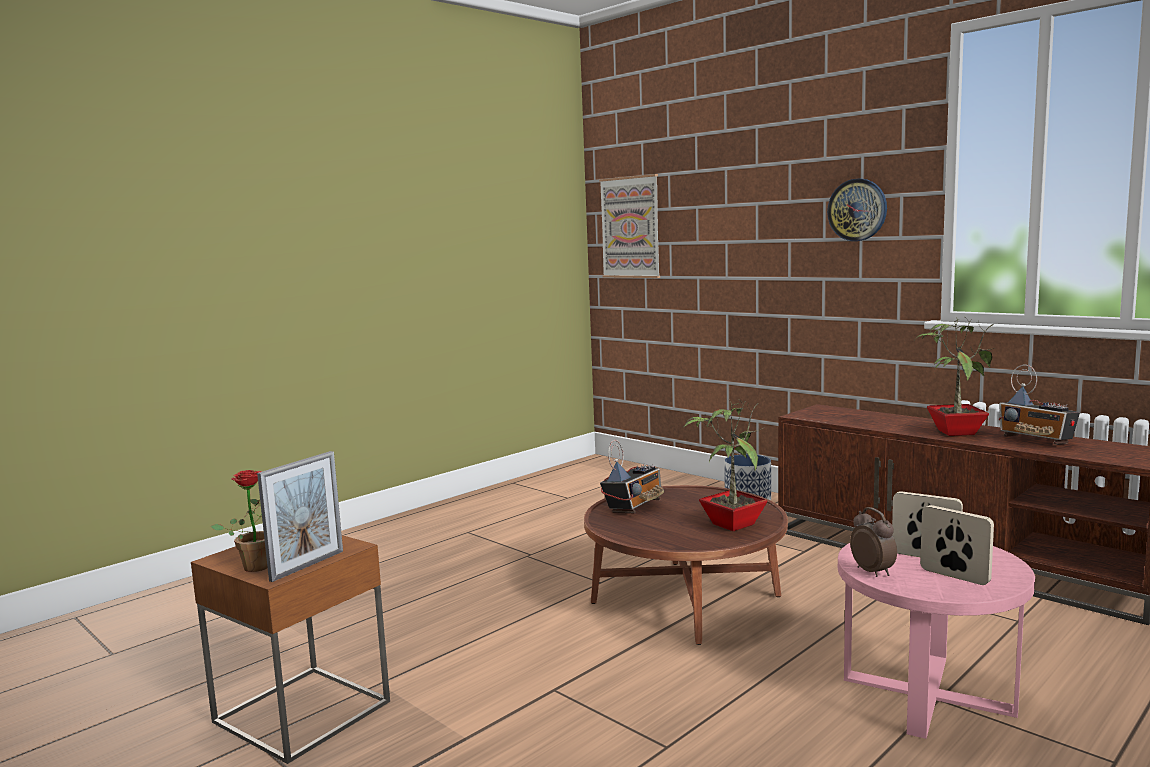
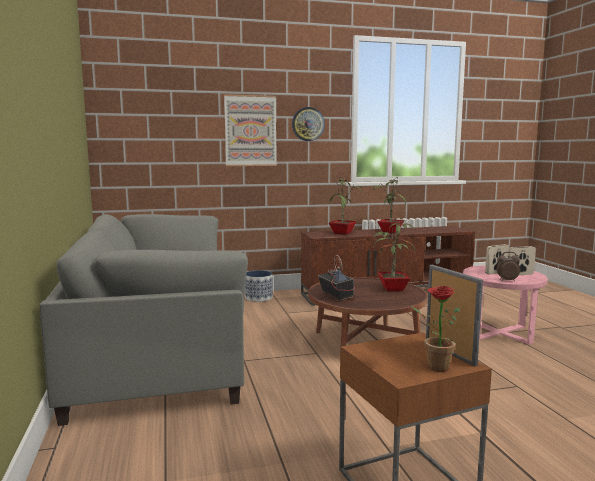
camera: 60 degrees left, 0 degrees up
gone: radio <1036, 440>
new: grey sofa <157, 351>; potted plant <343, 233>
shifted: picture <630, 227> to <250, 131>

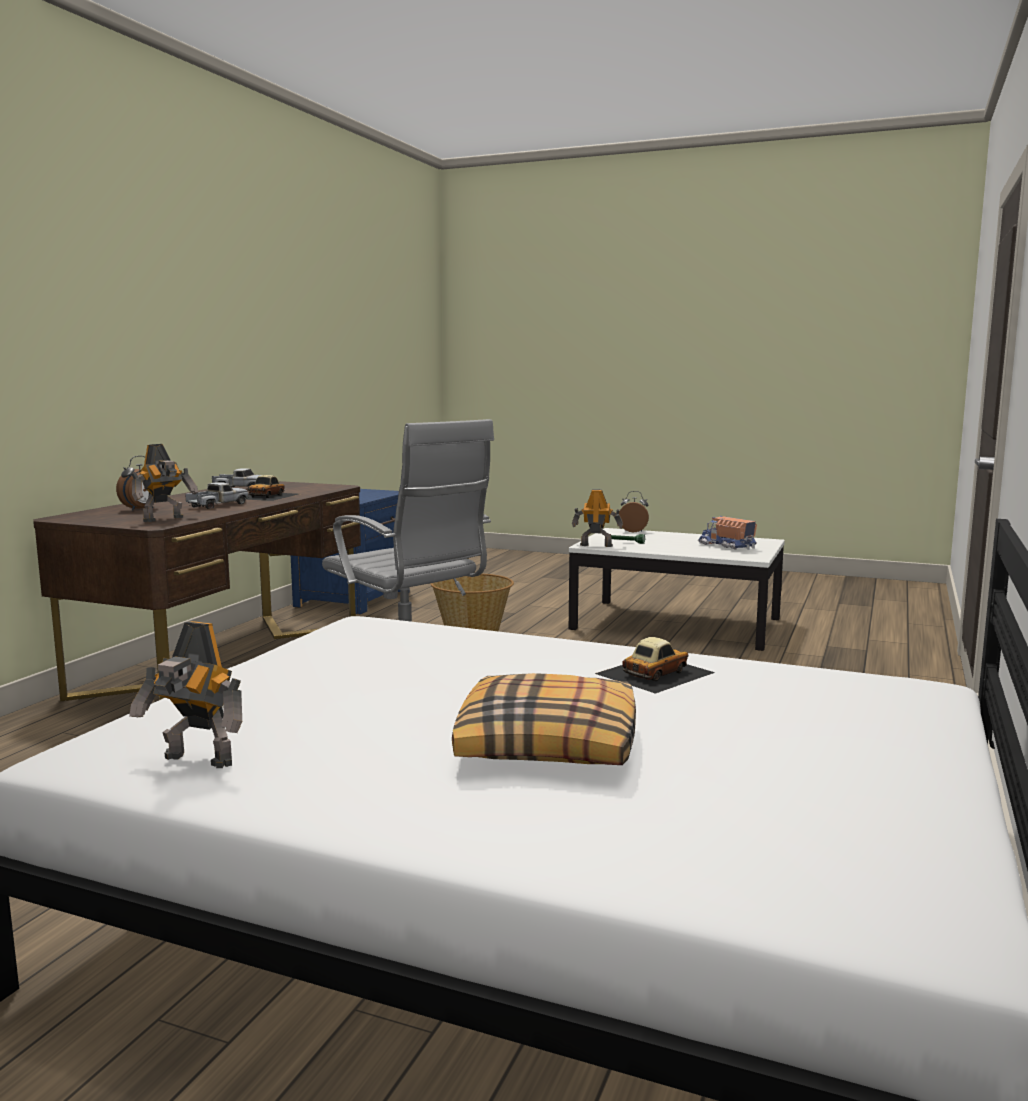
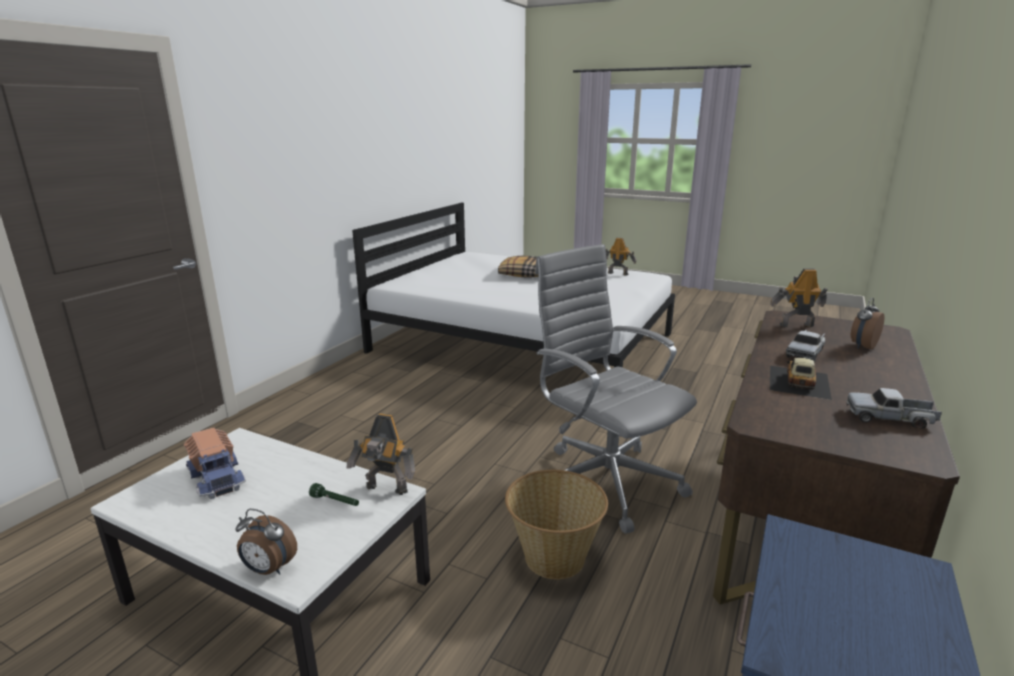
camera: 175 degrees left, 10 degrees up
gone: toy car <654, 673>
rotated: toy robot <165, 519> = <795, 325> 45 degrees clockwise

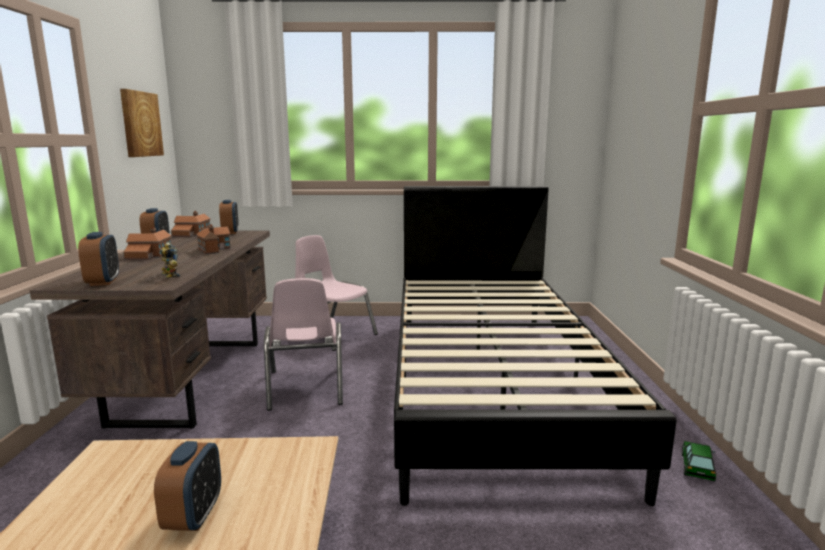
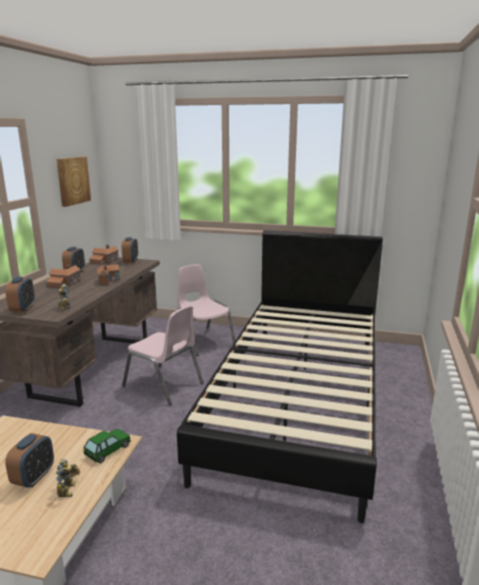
camera: 15 degrees right, 5 degrees up
new: toy robot <69, 489>
shifted: toy car <697, 467> to <107, 450>
rotated: pink chair <305, 387> = <163, 385> 60 degrees counterclockwise

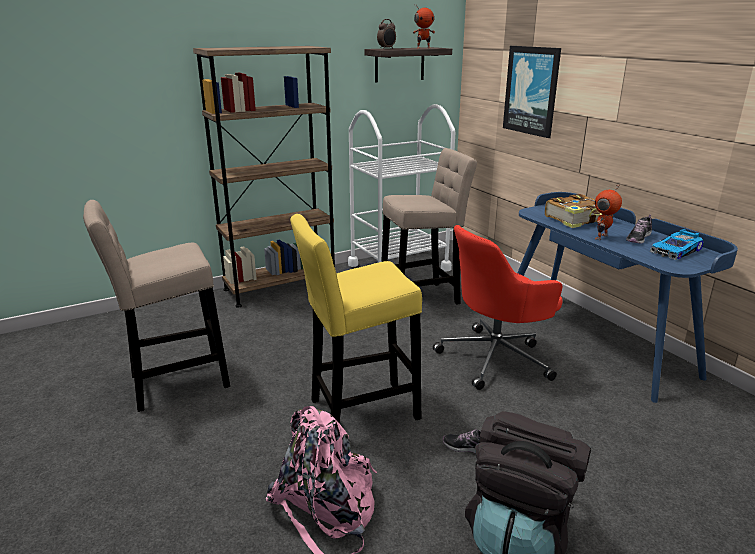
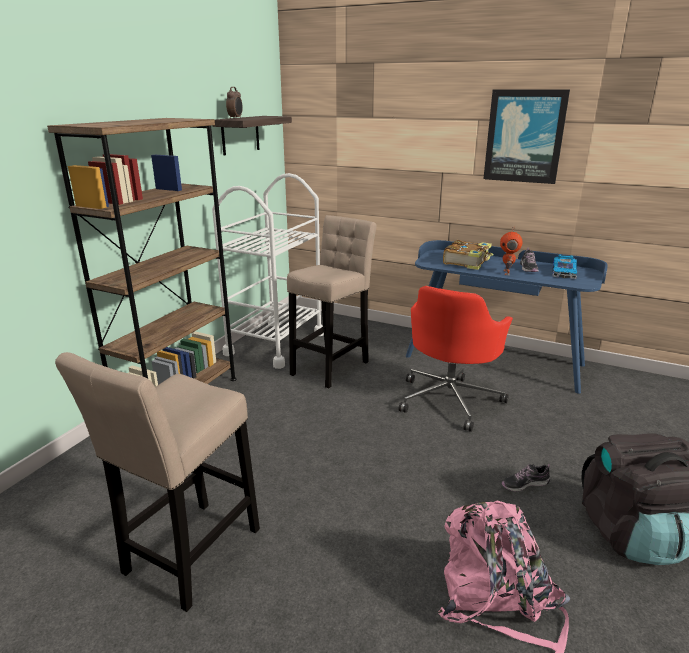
camera: 35 degrees left, 0 degrees up
gone: yellow stool <358, 411>; toy robot <423, 48>
shifted: picture <531, 90> to <524, 136>

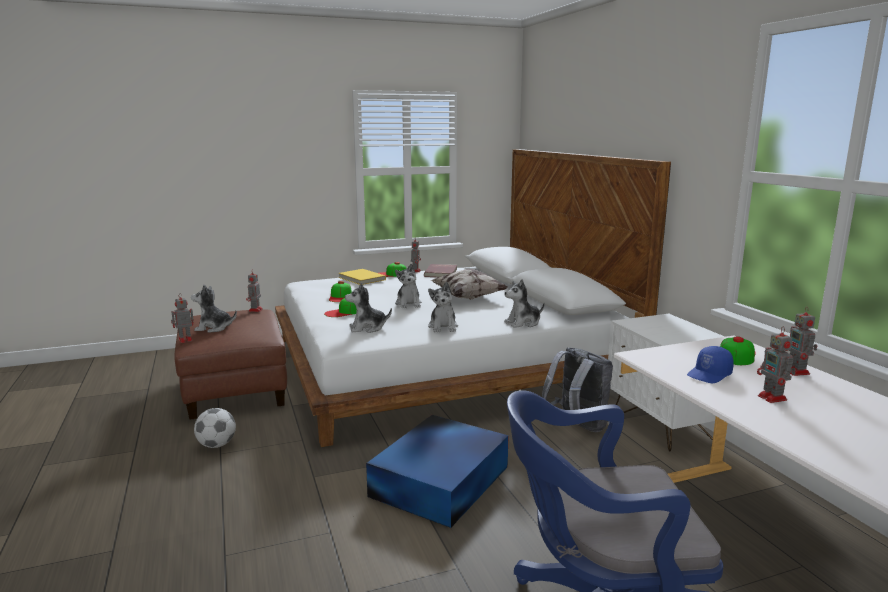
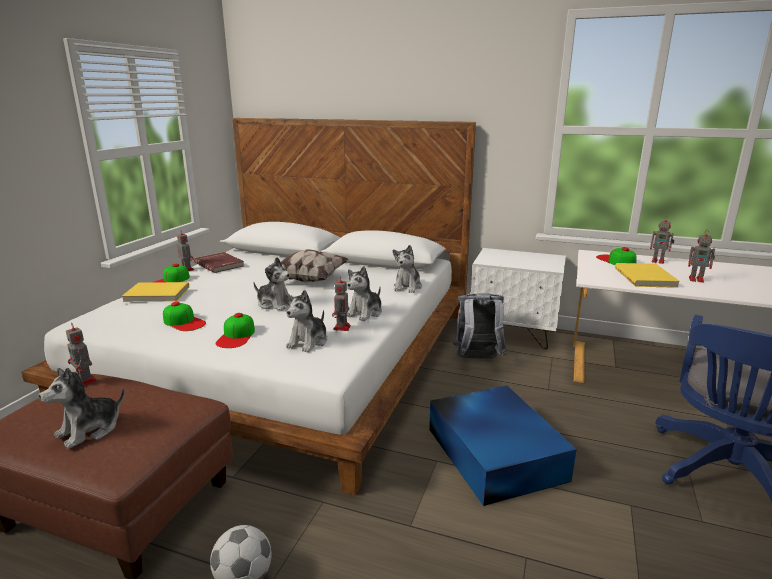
camera: 50 degrees left, 5 degrees up
shifted: toy robot <184, 340> to <341, 328>
swapped: blue cap <709, 375> to yellow book <646, 277>
rotated: plush toy <443, 327> = <365, 313> 90 degrees clockwise

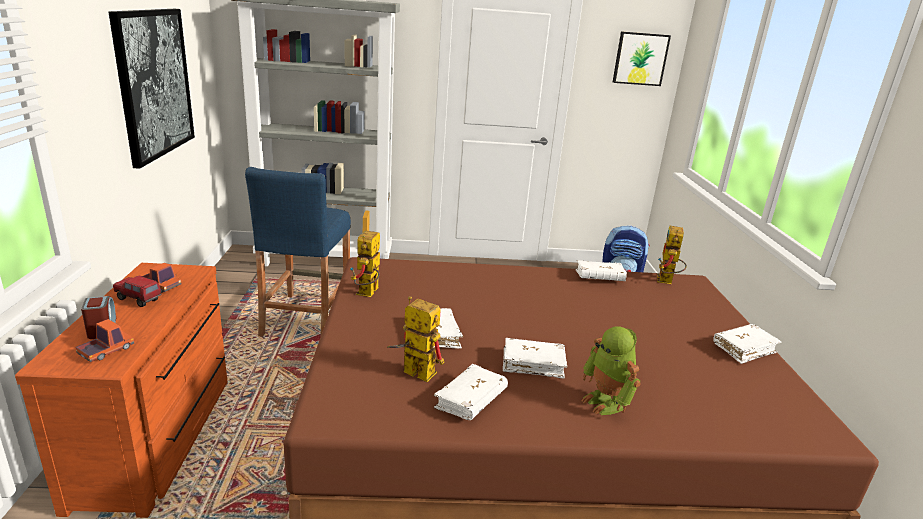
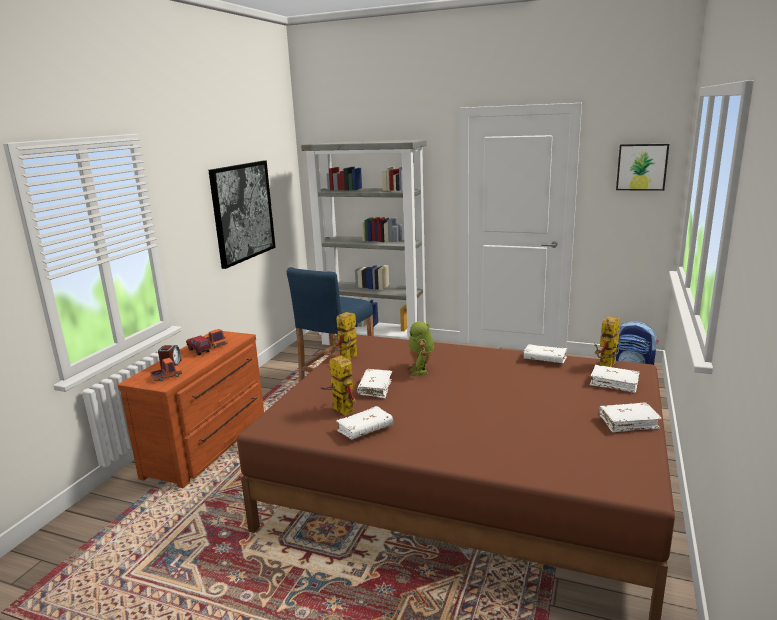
camera: 25 degrees right, 5 degrees down
shifted: white book <533, 364> to <614, 383>; toy robot <606, 402> to <421, 370>

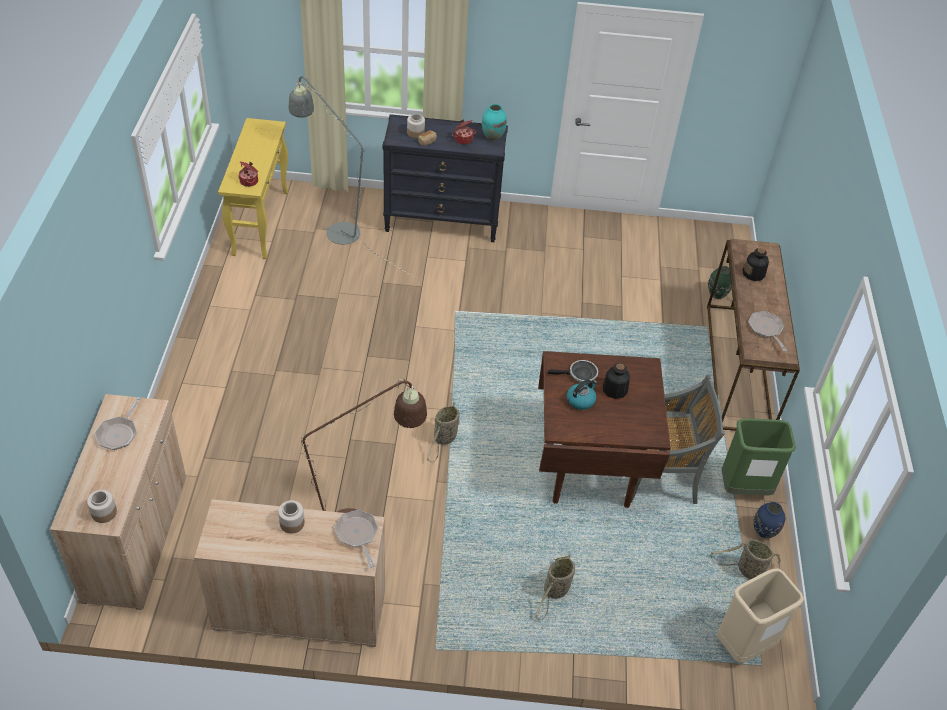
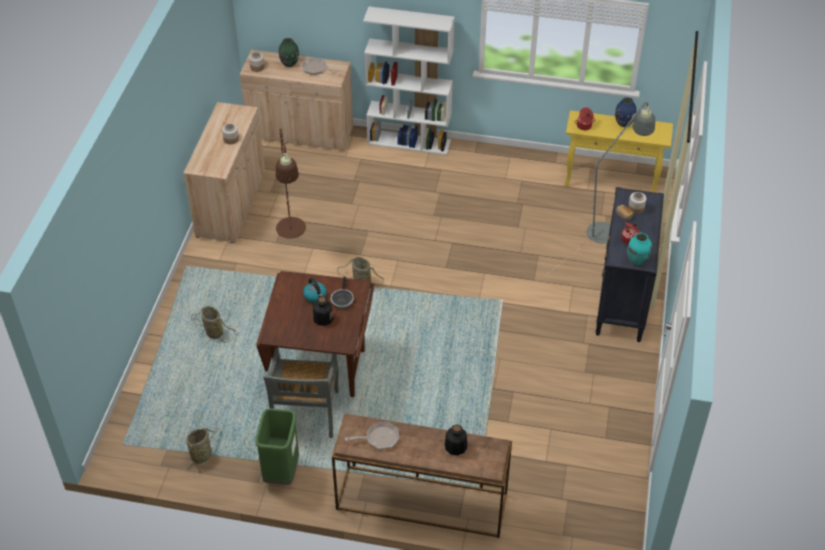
camera: 100 degrees right, 0 degrees up
gone: frying pan <357, 535>; beige trash can <744, 645>
new: white bookcase <409, 142>
shifted: green vase <716, 294> to <290, 63>; blue vase <764, 531> to <624, 123>

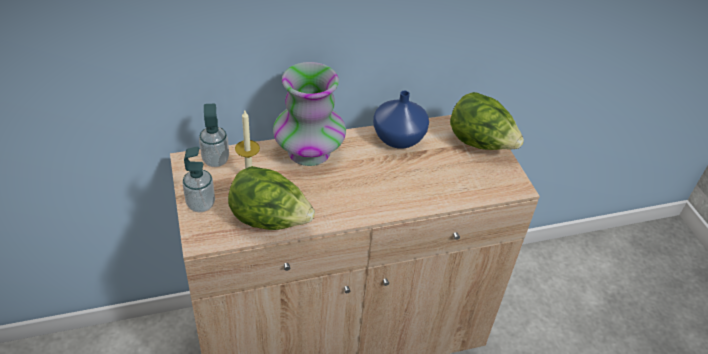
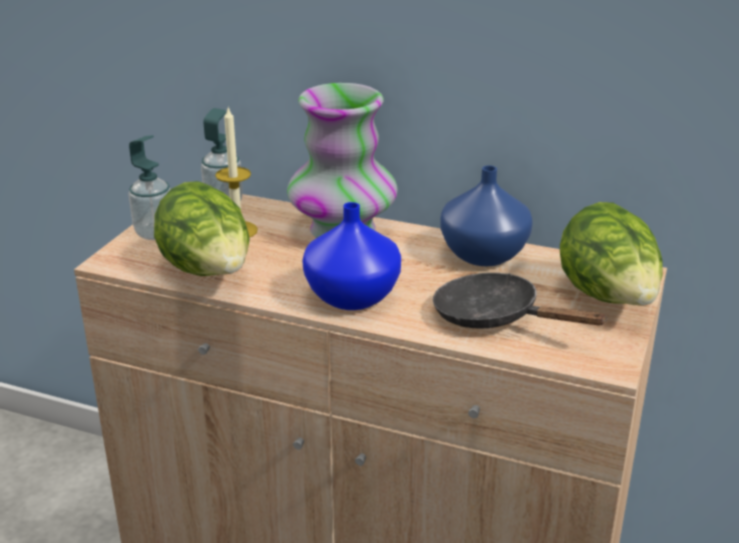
camera: 40 degrees right, 15 degrees down
new: blue vase <352, 295>; black frying pan <495, 317>

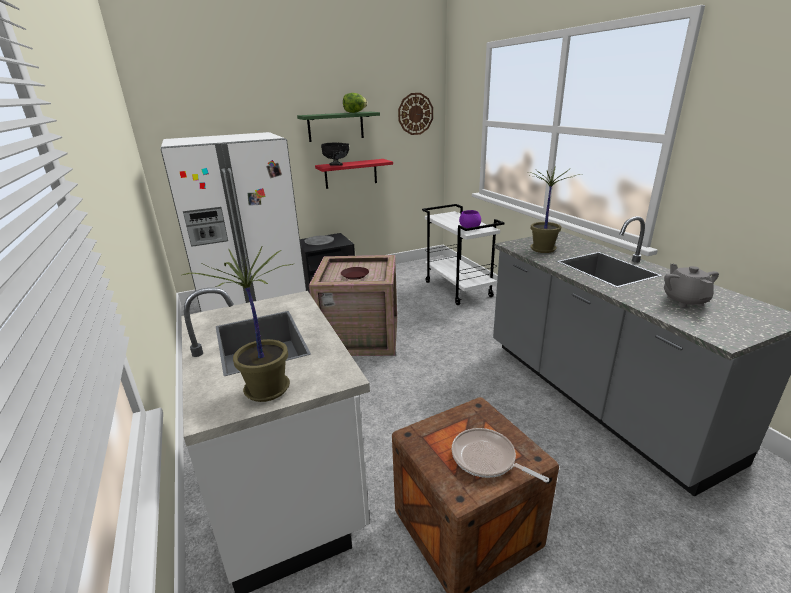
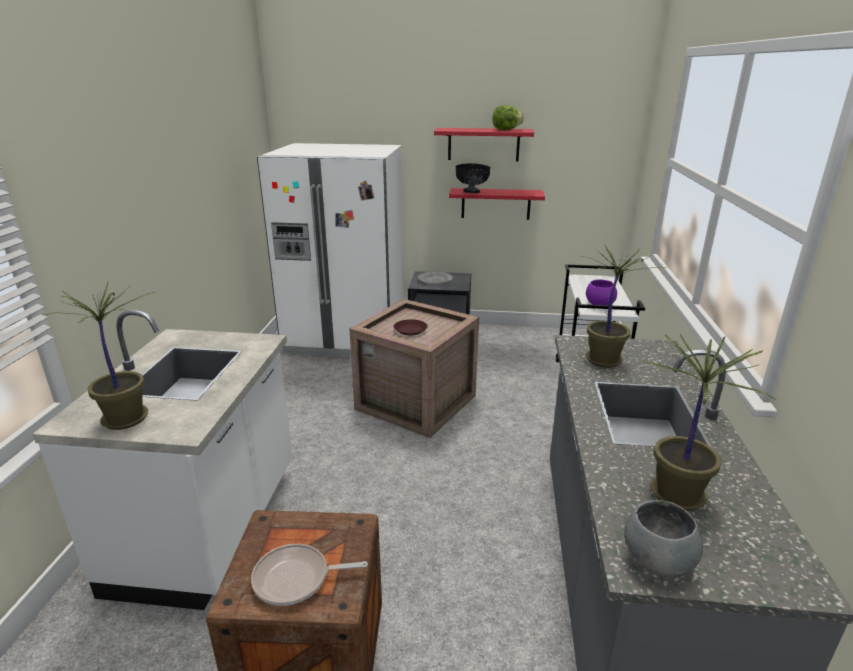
camera: 30 degrees right, 0 degrees up
gone: wall clock <415, 114>
new: grey bowl <657, 560>
swapped: grey teapot <684, 300> to potted plant <678, 497>
repainted: green shelf <335, 126> to red shelf <483, 144>
rotated: frying pan <487, 459> = <296, 579> 75 degrees counterclockwise

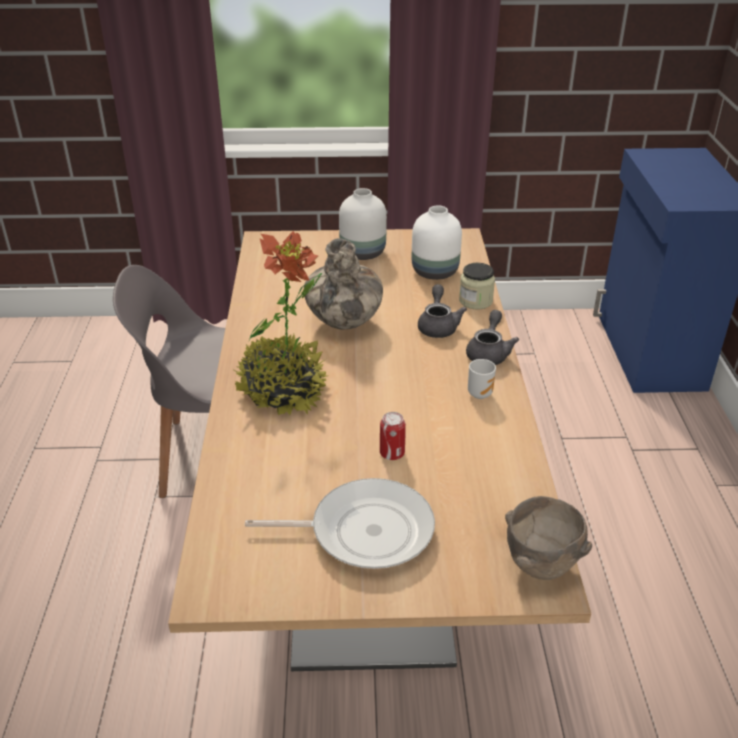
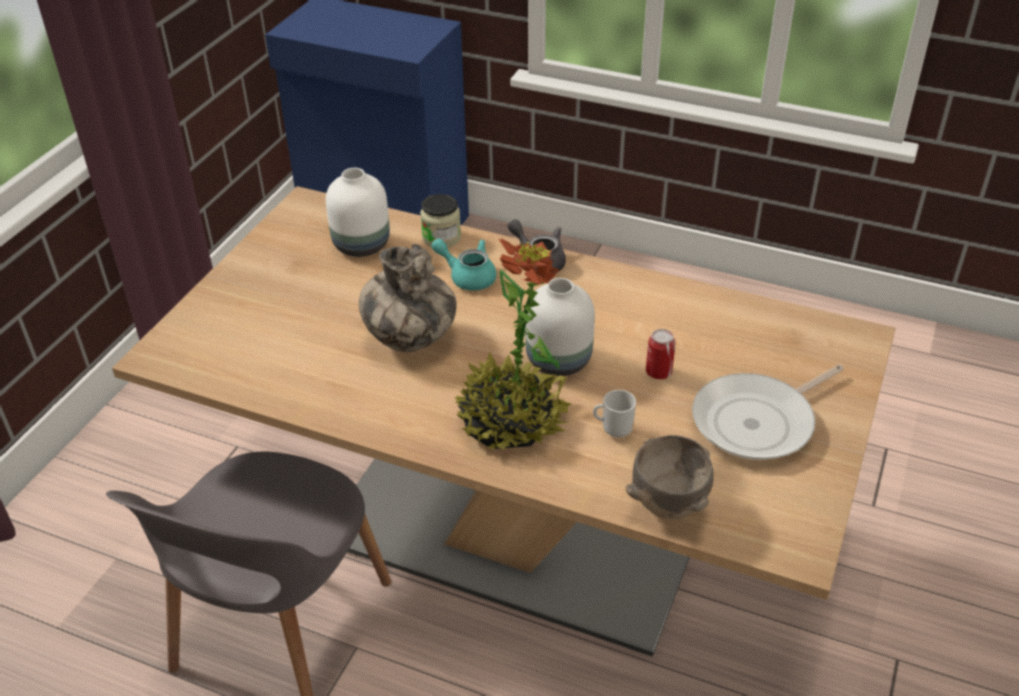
camera: 65 degrees left, 5 degrees up
shifted: white vase <363, 252> to <557, 359>; mug <480, 393> to <615, 429>; brown bowl <540, 566> to <667, 507>
repainted: grey teapot <438, 326> to turquoise teapot <467, 276>
rotated: frying pan <364, 531> = <758, 422> 150 degrees counterclockwise

